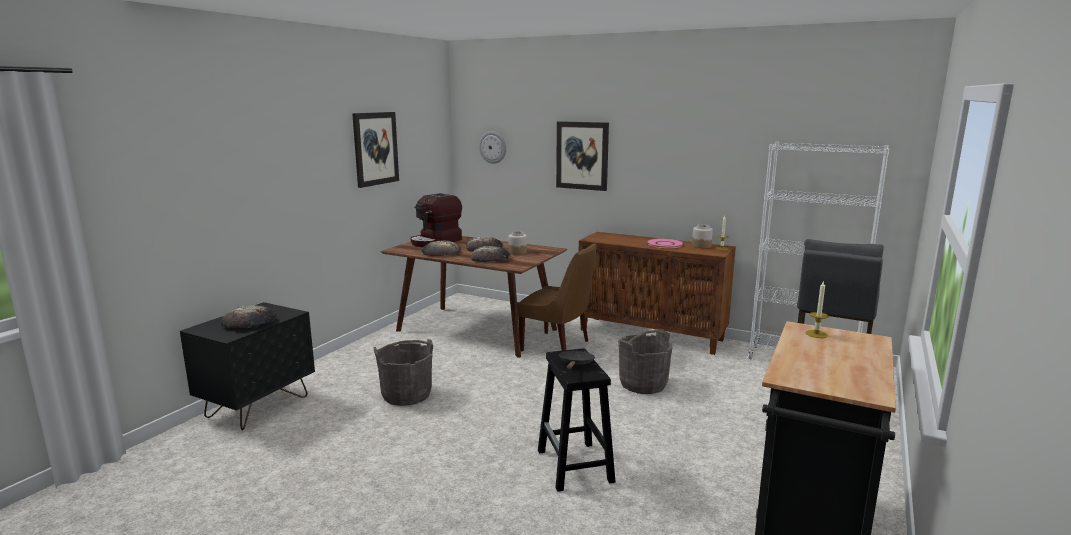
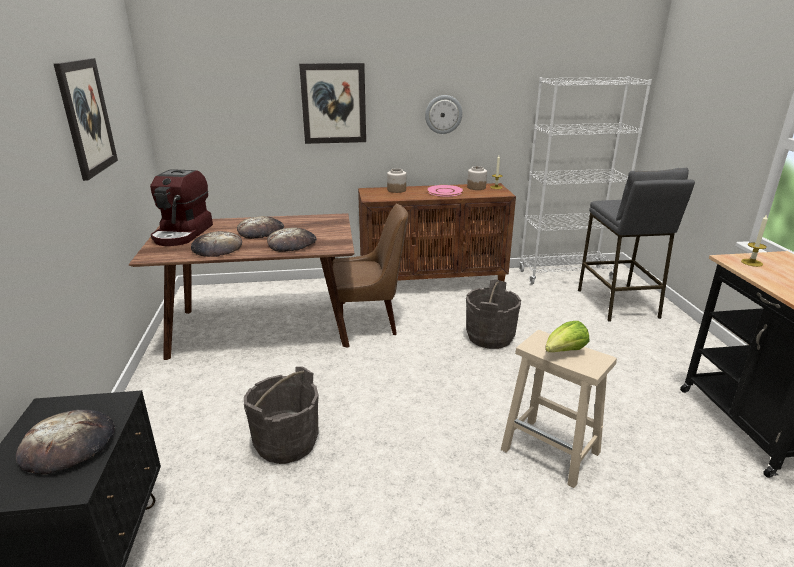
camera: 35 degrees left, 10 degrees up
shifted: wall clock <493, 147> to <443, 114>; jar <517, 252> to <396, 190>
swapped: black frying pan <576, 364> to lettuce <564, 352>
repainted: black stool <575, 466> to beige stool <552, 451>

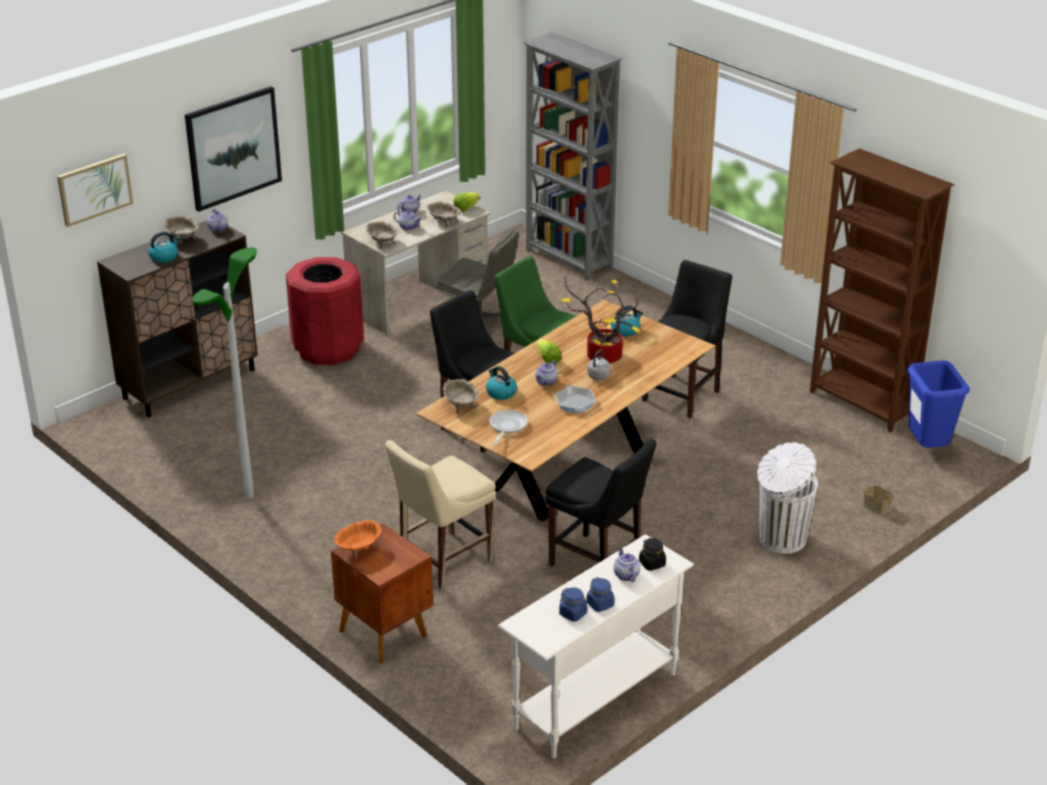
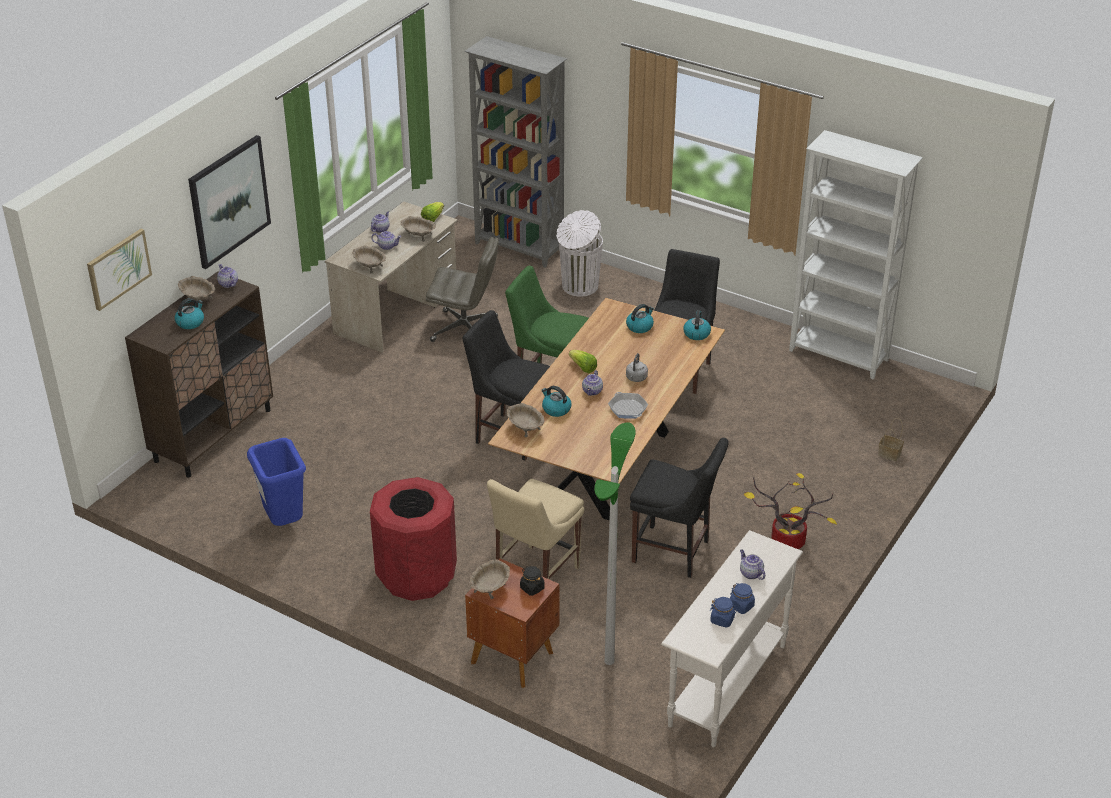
camera: 15 degrees left, 5 degrees up
gone: frying pan <507, 427>
new: kettle <696, 333>
shifted: floor lamp <249, 495> to <609, 661>; red trash can <328, 349> to <416, 577>; potted plant <601, 356> to <785, 541>; black jar <652, 563> to <532, 588>; white trash can <781, 539> to <579, 286>; blue trash can <927, 448> to <284, 522>
repainted: orange bowl <358, 548> to beige bowl <490, 588>; brown bookcase <862, 405> to white bookcase <838, 356>

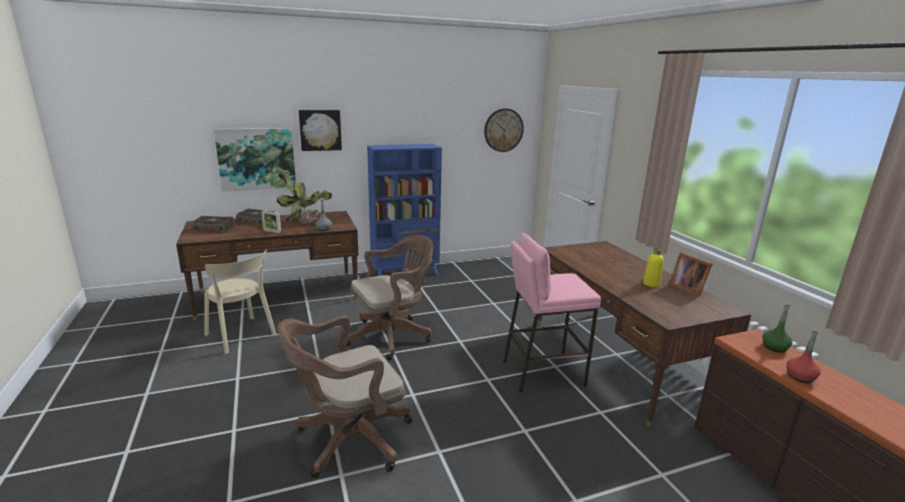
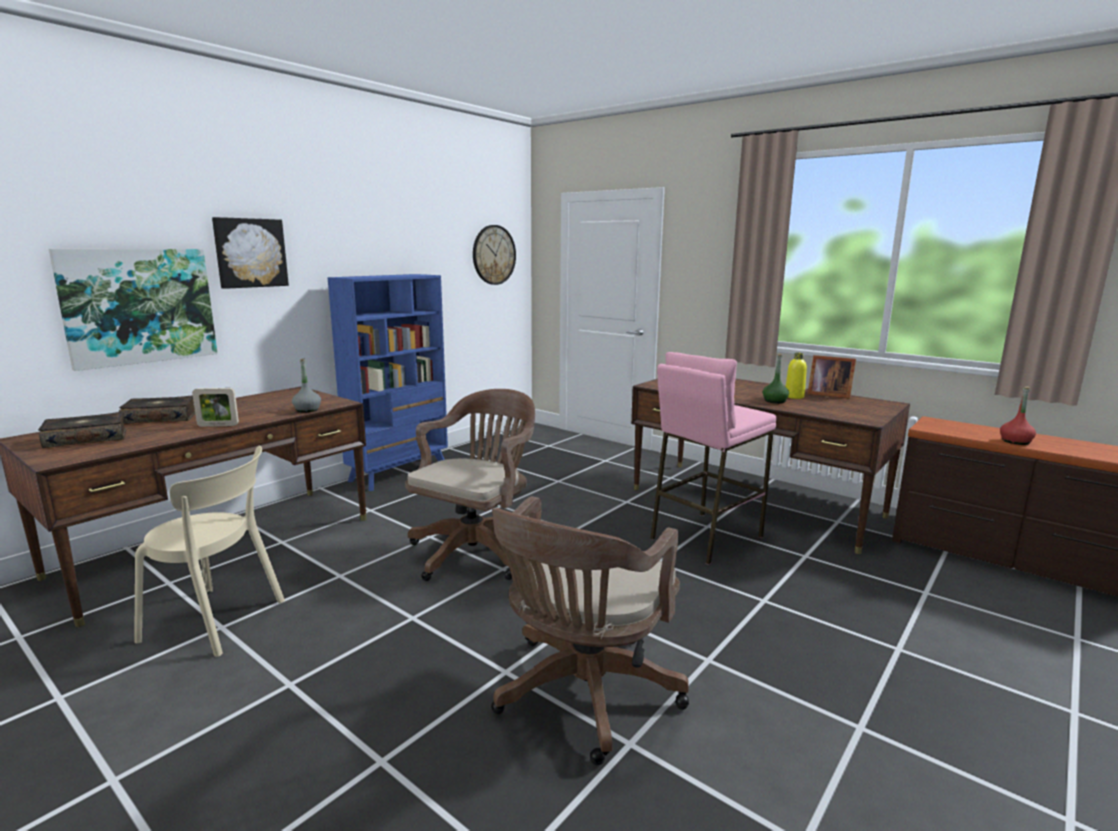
camera: 30 degrees left, 5 degrees down
gone: potted plant <305, 221>
shifted: green bottle <774, 347> to <774, 401>

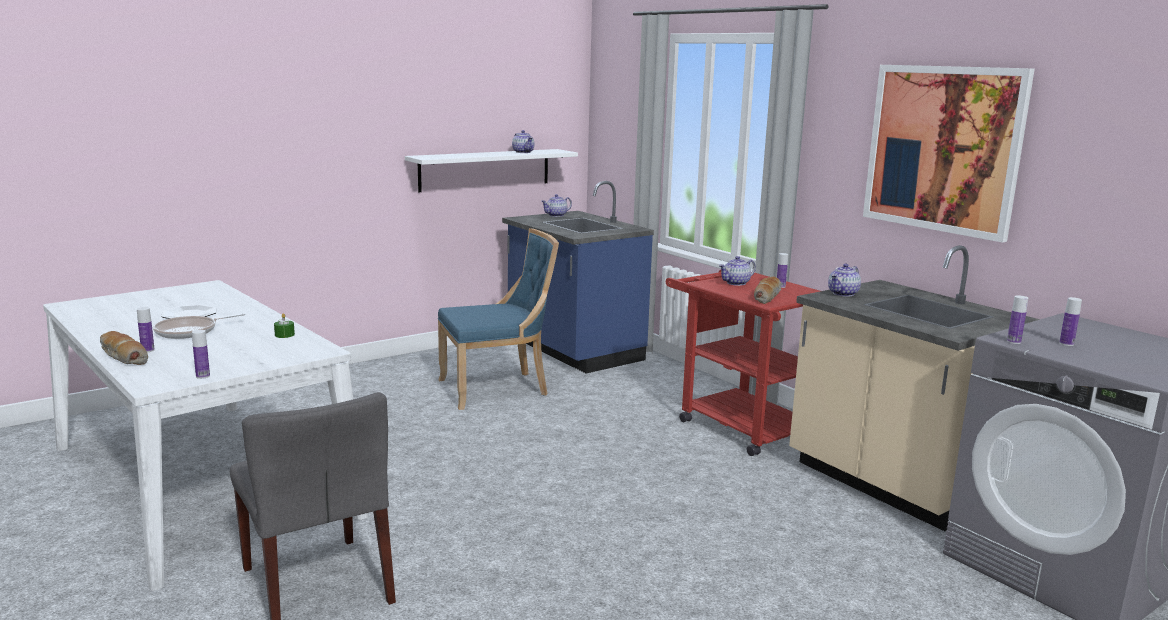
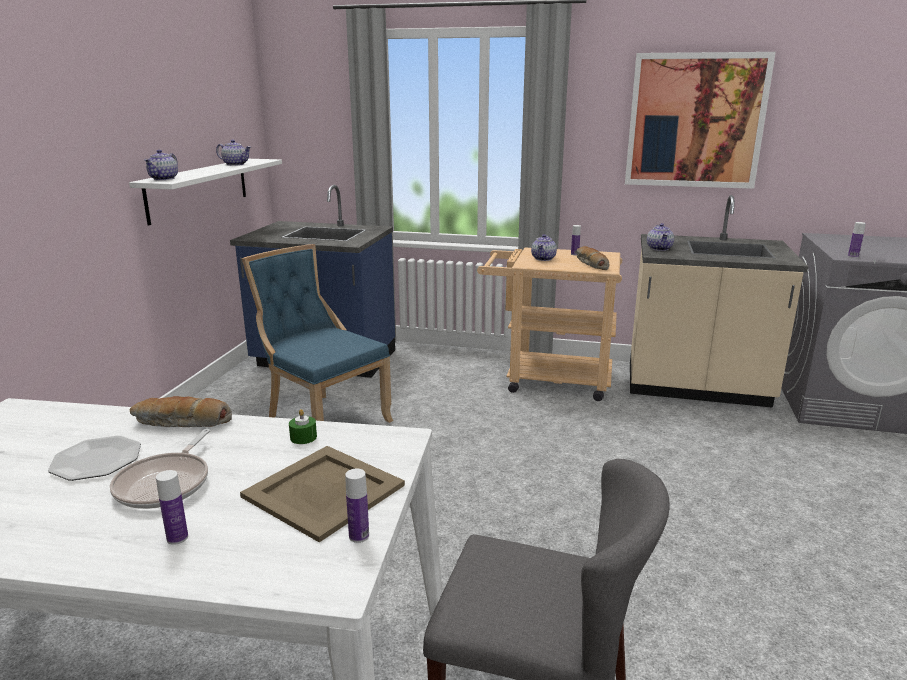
camera: 40 degrees left, 5 degrees up
gone: bottle <1066, 344>
new: beige tray <323, 492>
shifted: bread <122, 357> to <182, 423>; teapot <556, 215> to <164, 179>
repainted: red cart <738, 424> to beige cart <547, 379>
rotated: blue chair <498, 389> = <323, 419> 75 degrees counterclockwise

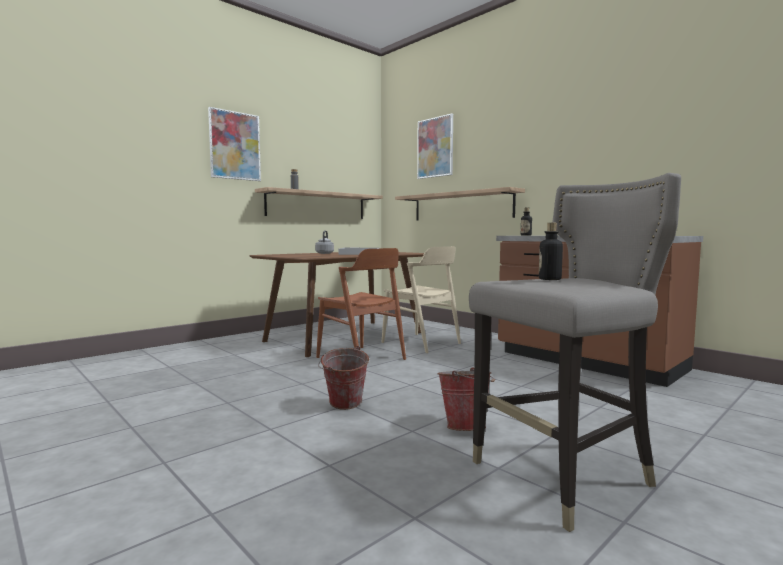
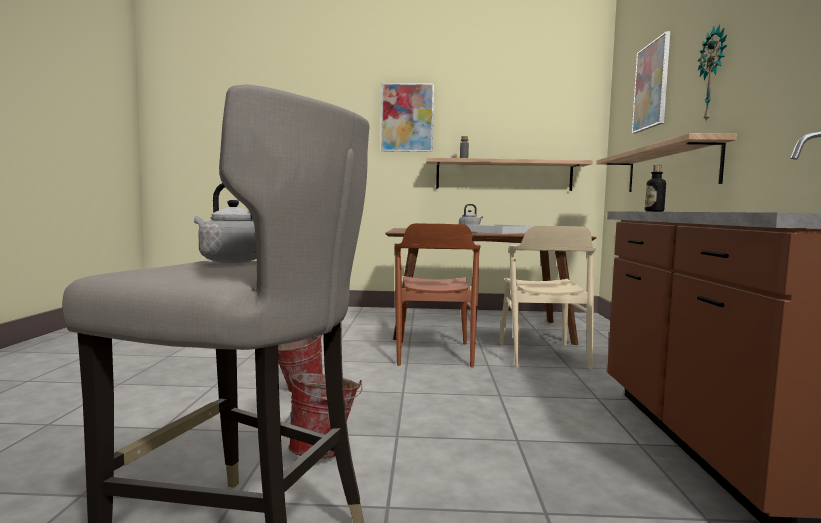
camera: 45 degrees right, 0 degrees up
new: wall clock <714, 75>
swapped: bottle <549, 279> to grey kettle <230, 261>

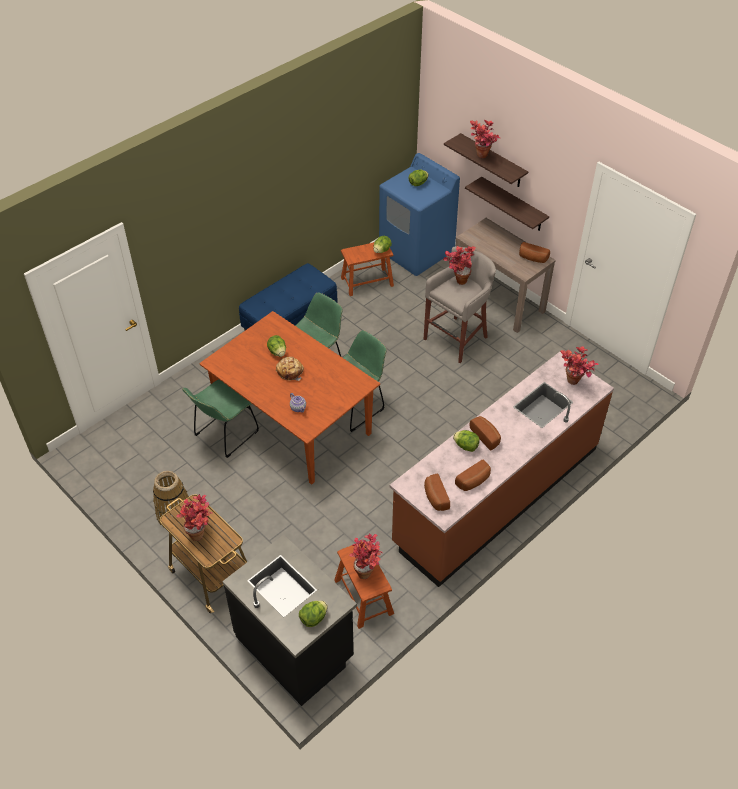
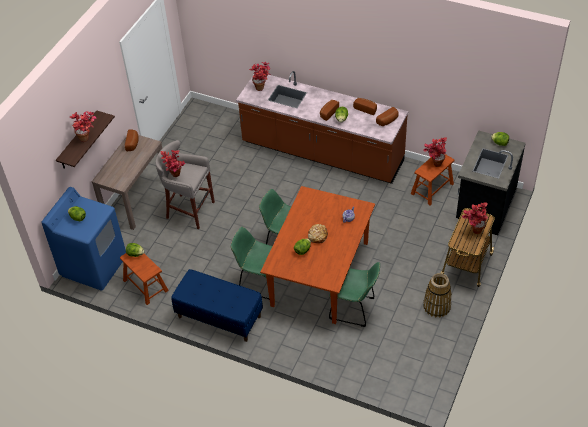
camera: 110 degrees left, 0 degrees up
gone: shelf <513, 205>

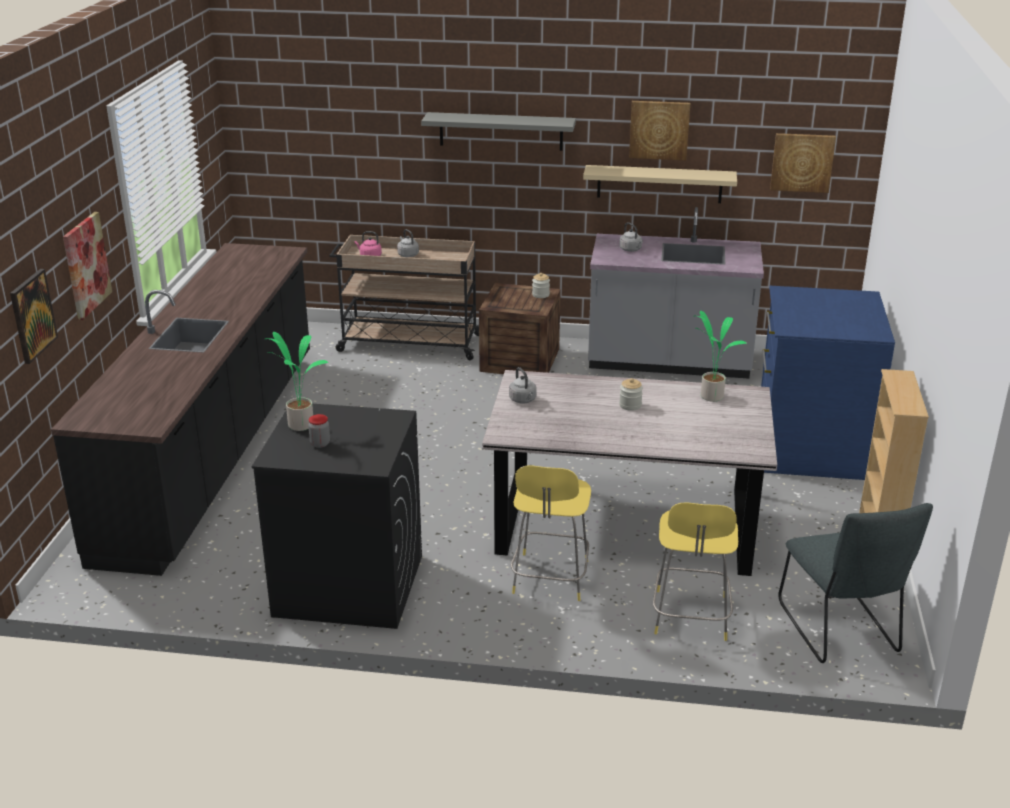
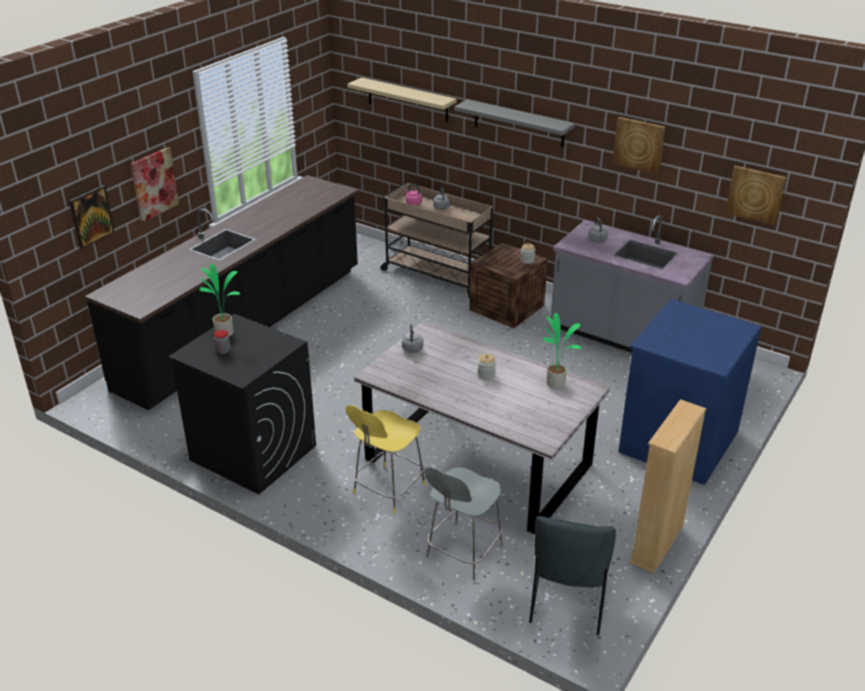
camera: 25 degrees right, 5 degrees up
shifted: beige shelf <659, 184> to <407, 100>
repainted: yellow stool <690, 617> to grey stool <463, 553>

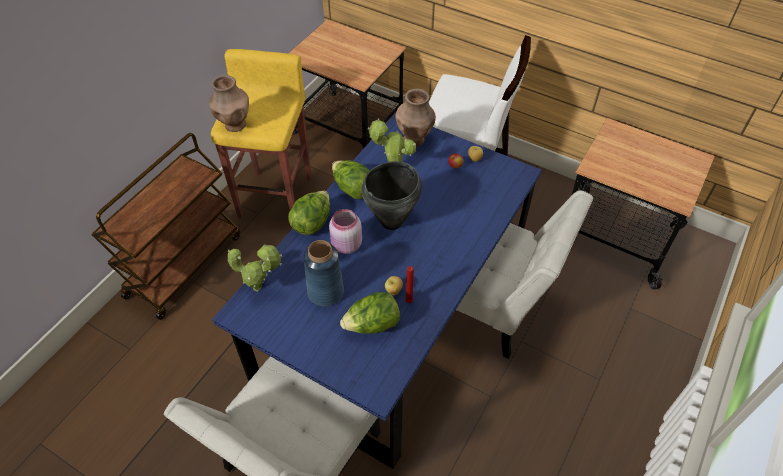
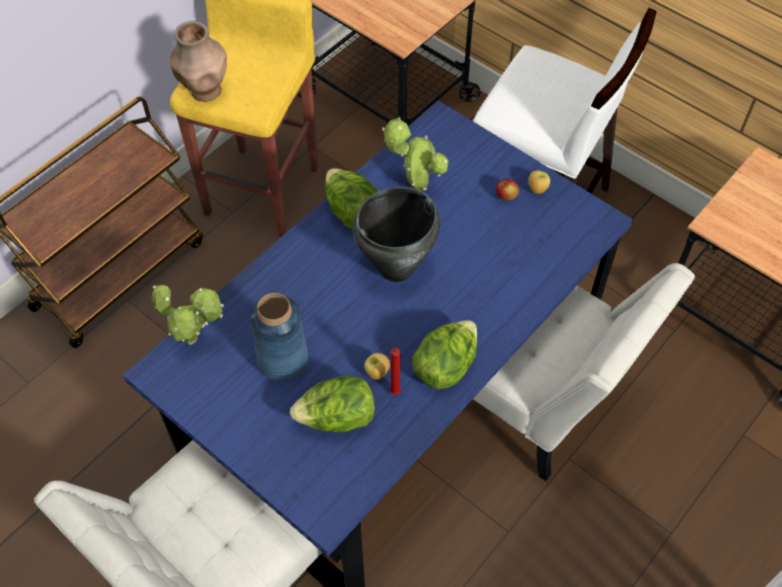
camera: 10 degrees right, 5 degrees up
gone: pink jar <346, 245>; brown vase <414, 139>
shifted: lettuce <312, 222> to <445, 366>

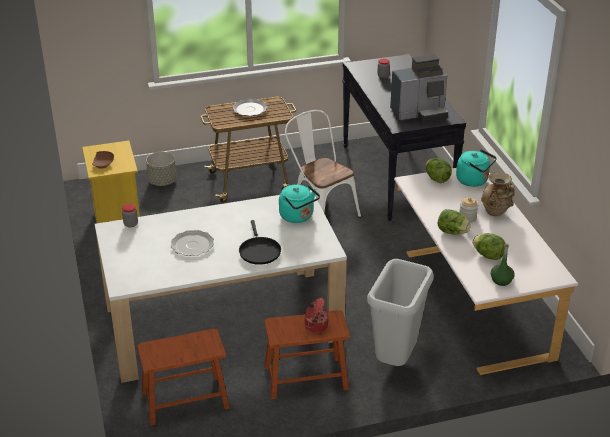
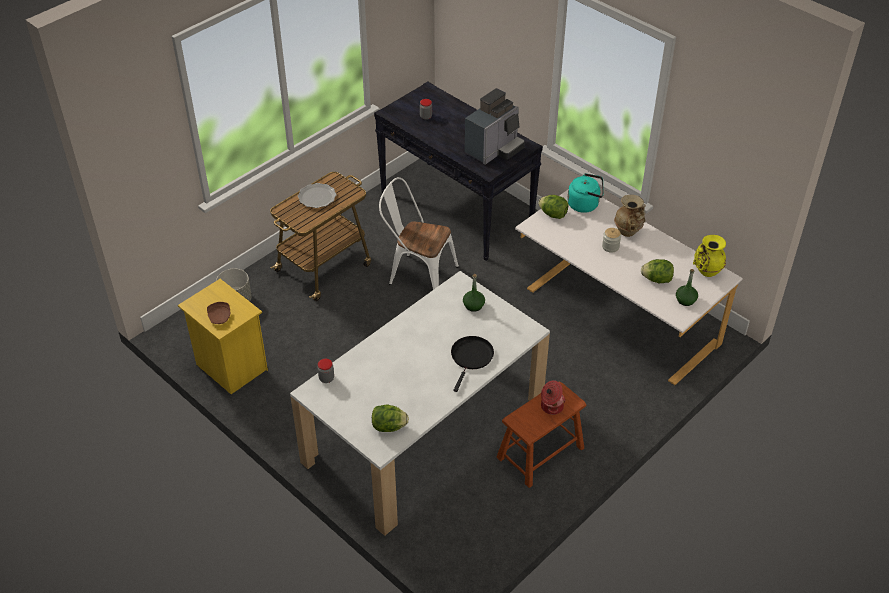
camera: 30 degrees left, 10 degrees up
gone: brown stool <185, 399>; plate <192, 245>; grey trash can <396, 361>
new: yellow vase <706, 271>
shifted: lettuce <452, 232> to <389, 426>
swapped: turquoise kettle <298, 217> to green bottle <473, 305>
rotated: black frying pan <259, 251> = <471, 357> 120 degrees counterclockwise

